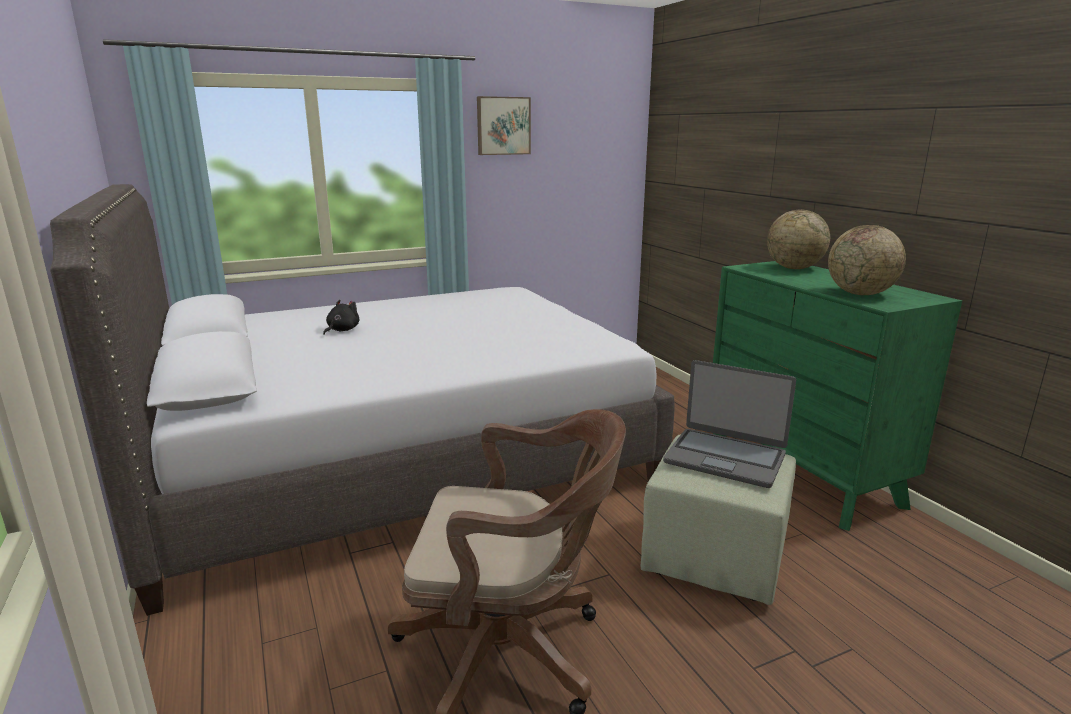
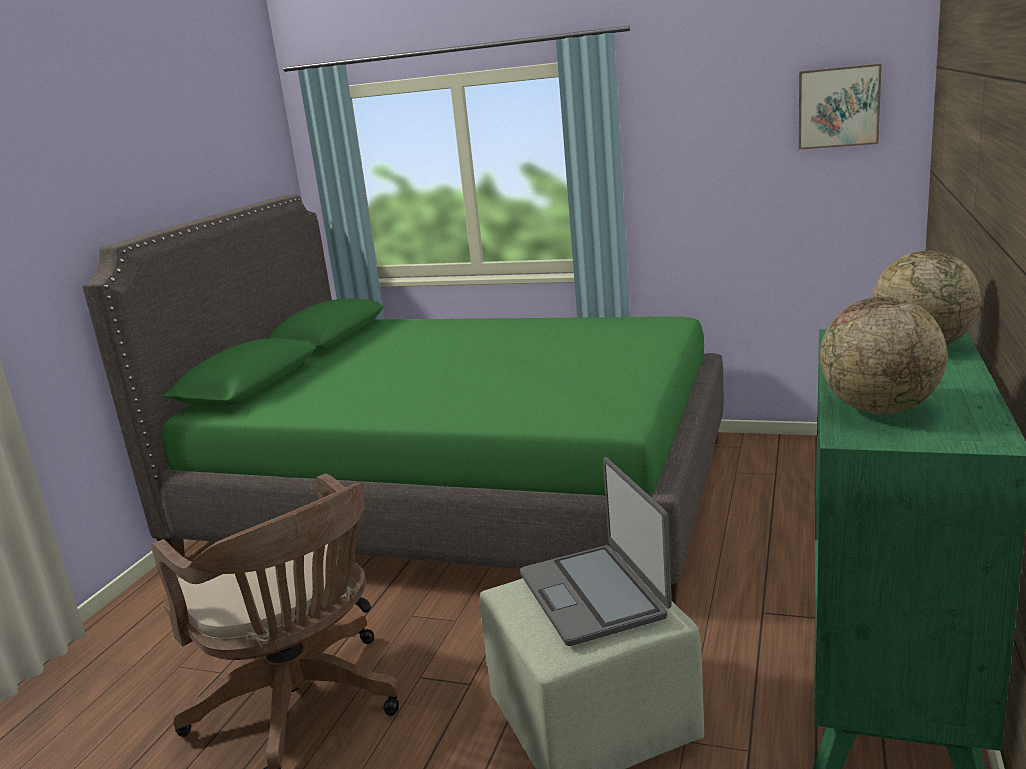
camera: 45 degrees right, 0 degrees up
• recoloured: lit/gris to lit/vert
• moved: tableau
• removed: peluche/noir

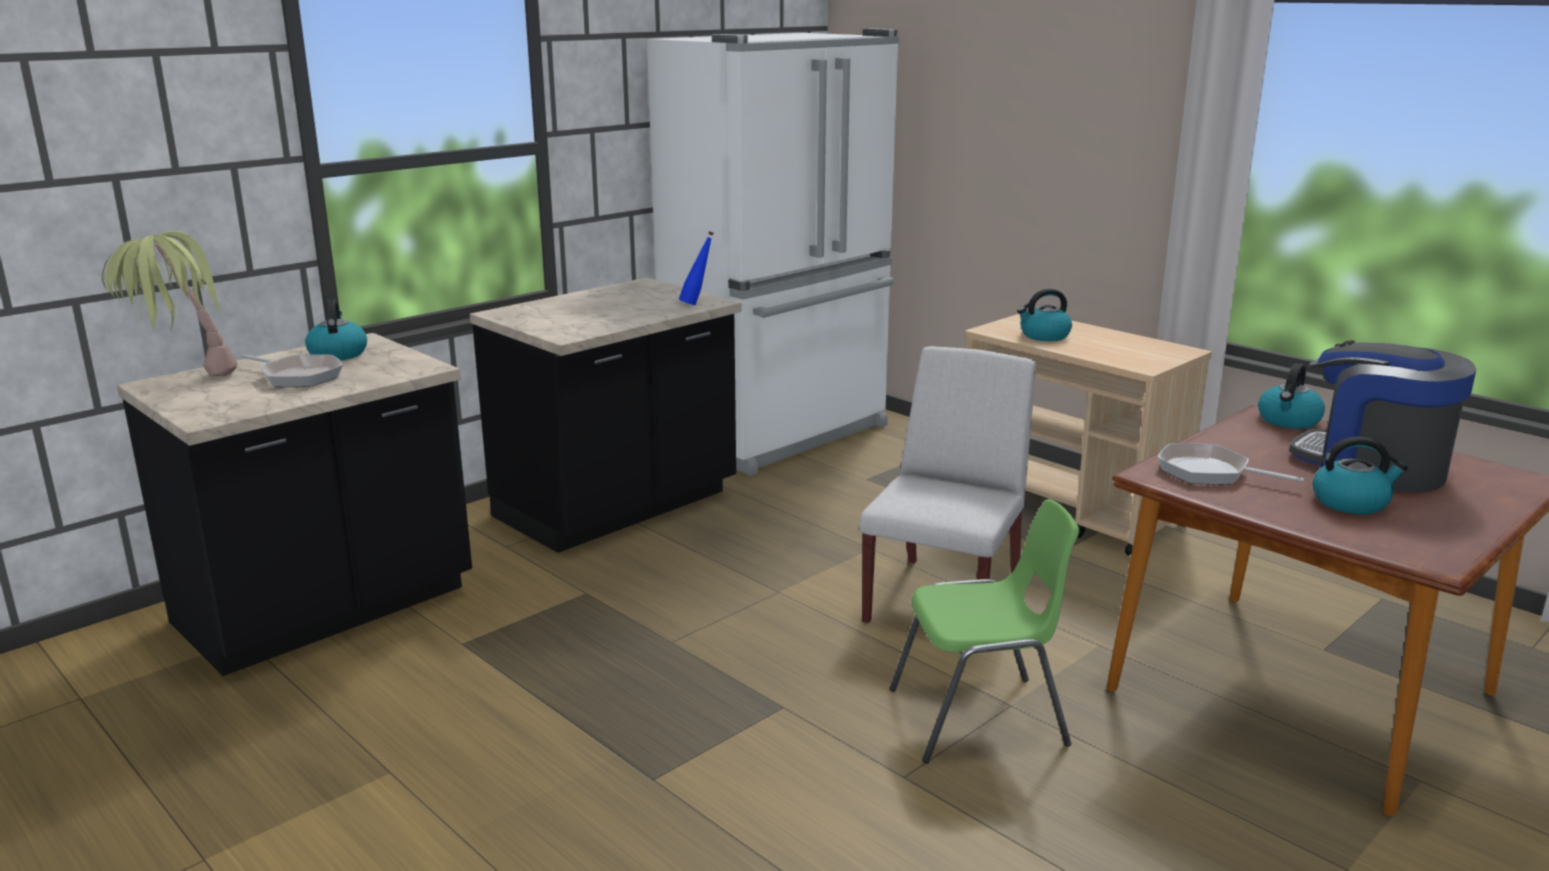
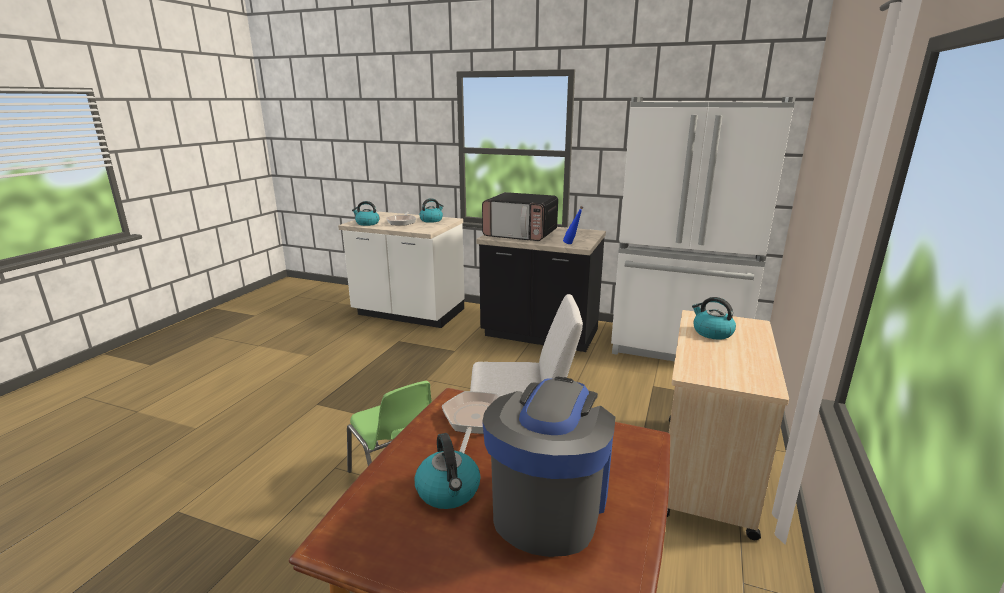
camera: 65 degrees right, 0 degrees up
• recoloured: comptoir de cuisine/noir (1st from left) to comptoir de cuisine/blanc
• moved: bouilloire (3rd from left in the first image) to bouilloire (1st from left)
• added: micro-ondes
• removed: plante en pot

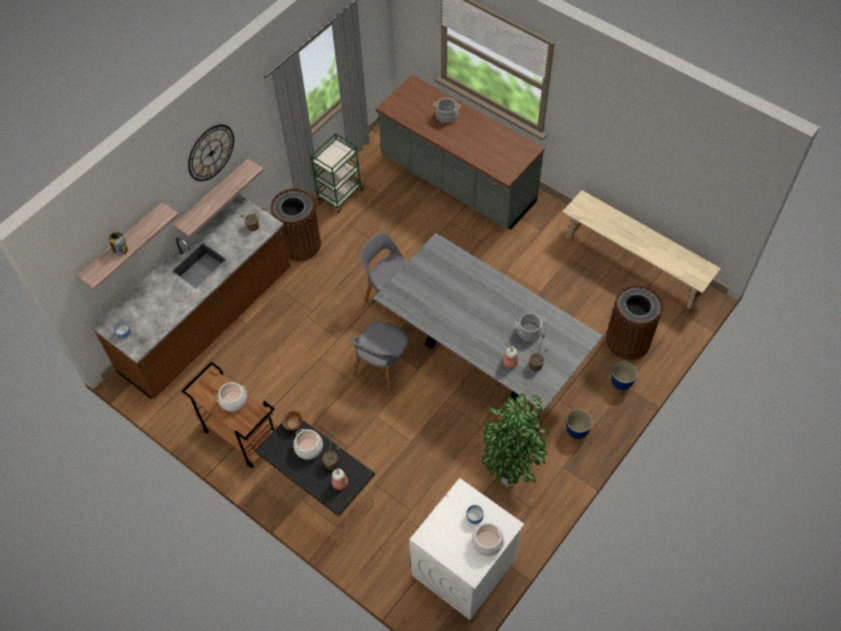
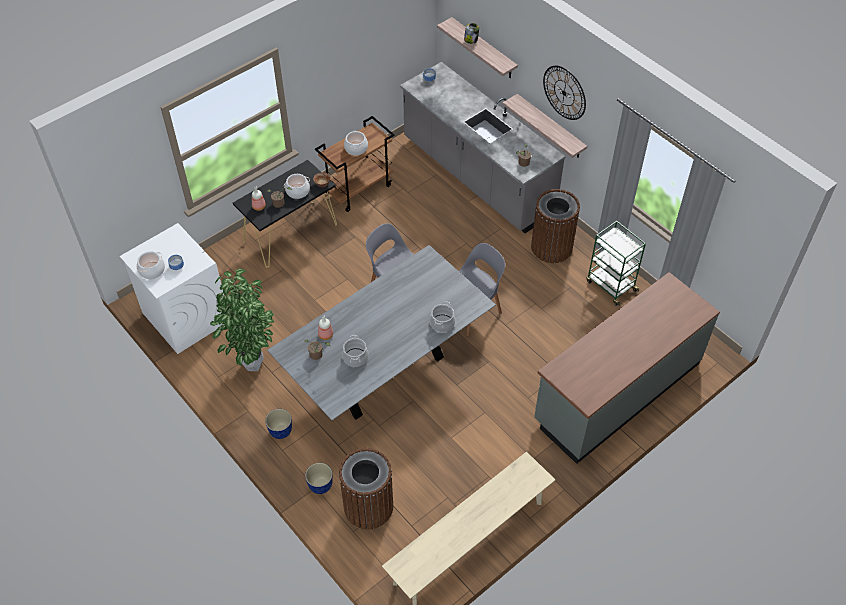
camera: 100 degrees right, 5 degrees down
• recoloured: comptoir de cuisine/marron to comptoir de cuisine/gris (1st from left)
• moved: marmite (3rd from left in the first image) to marmite (5th from left)

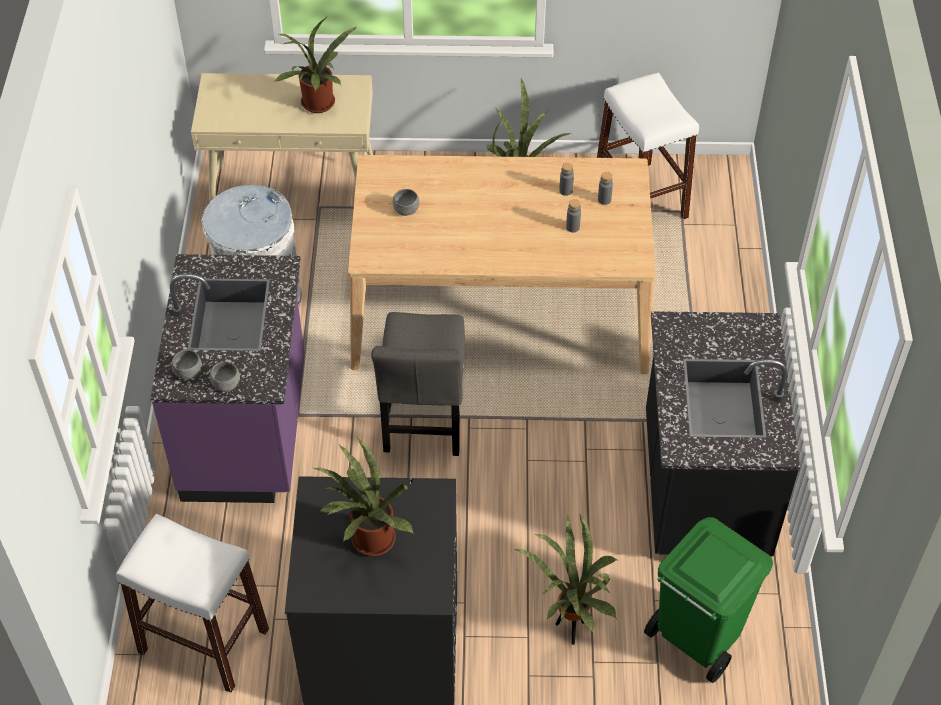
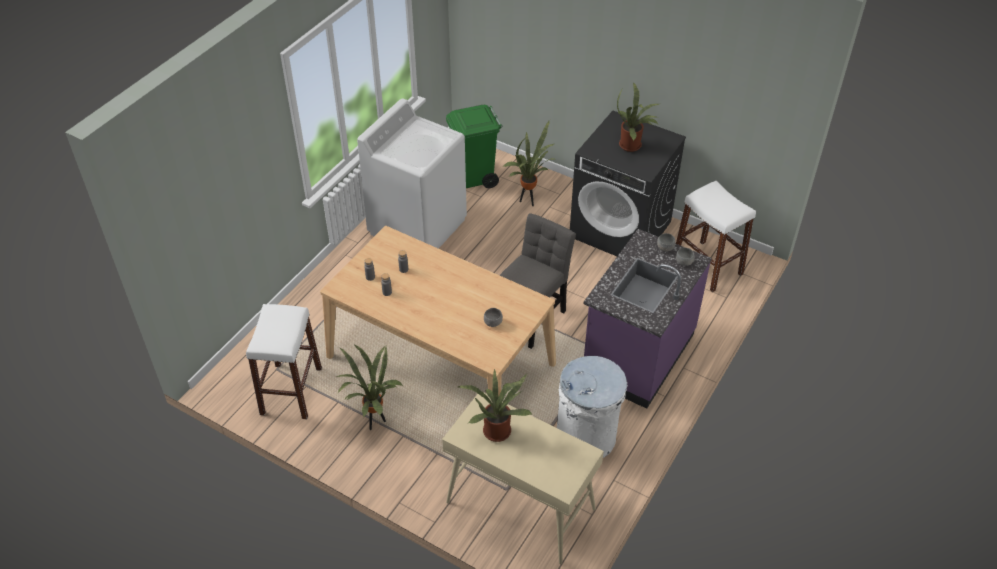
camera: 150 degrees left, 5 degrees down
• replaced: comptoir de cuisine/noir to lave-linge/blanc

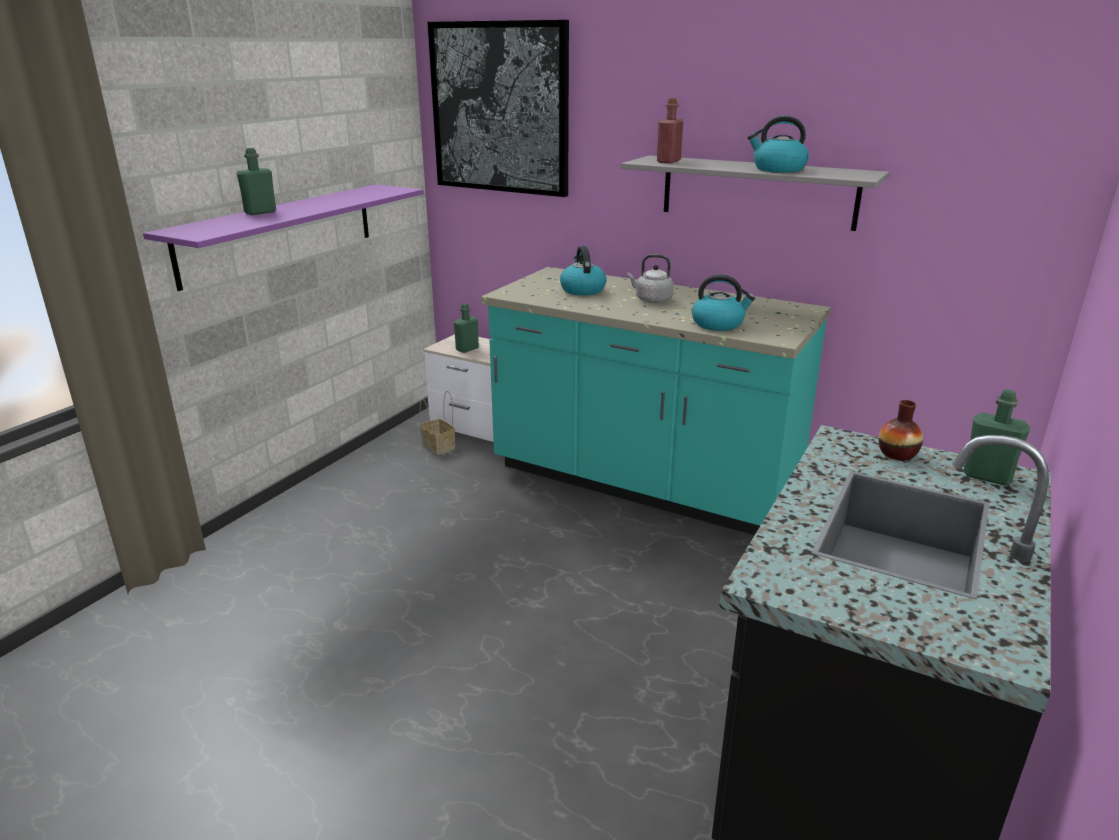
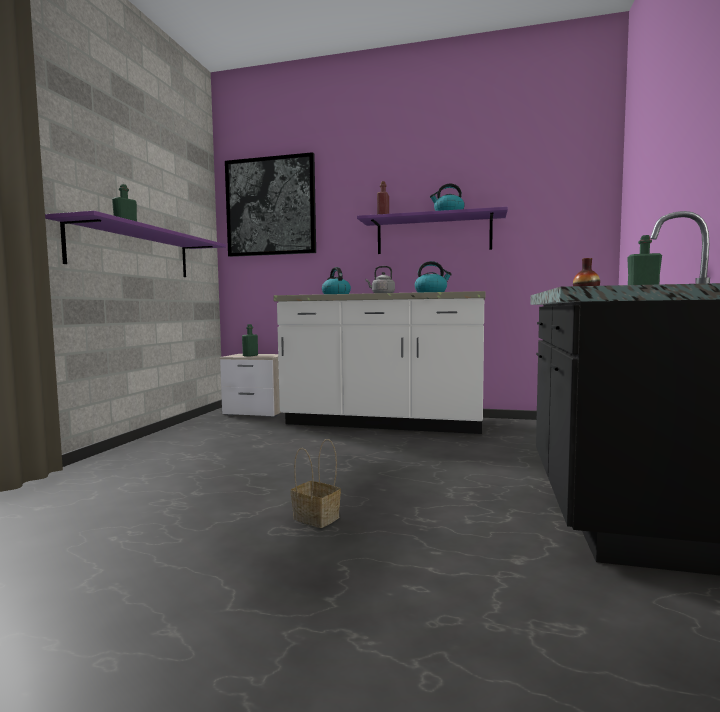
camera: 15 degrees left, 20 degrees down
• recoloured: comptoir de cuisine/turquoise to comptoir de cuisine/blanc
• moved: panier
• recoloured: étagère/gris to étagère/violet (2nd from left)

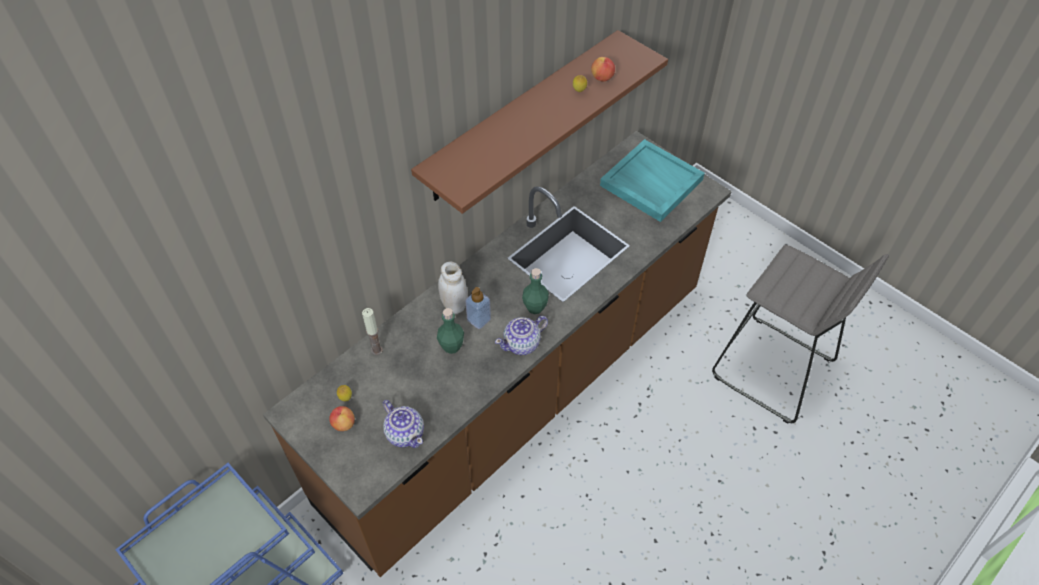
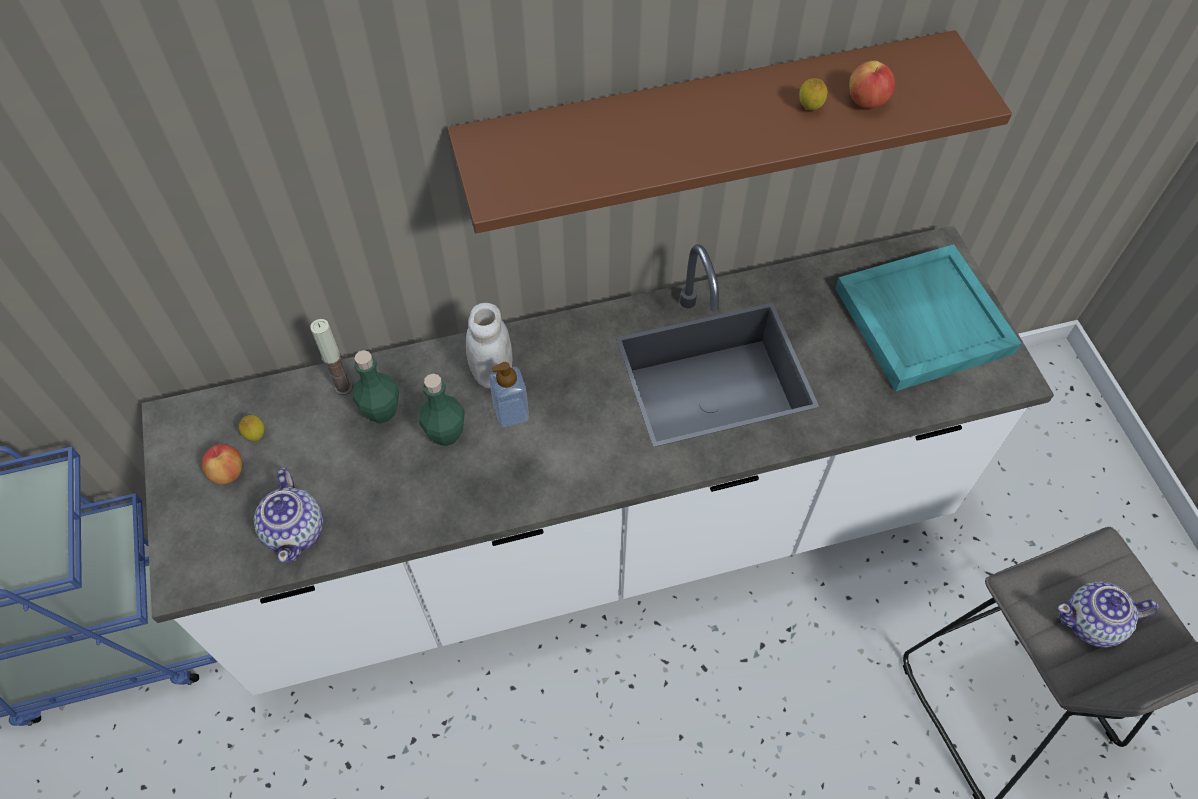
camera: 30 degrees right, 5 degrees up
• recoloured: comptoir de cuisine/marron to comptoir de cuisine/blanc
• moved: bouteille/vert (2nd from left in the first image) to bouteille/vert (1st from left)
• moved: théière (2nd from left)

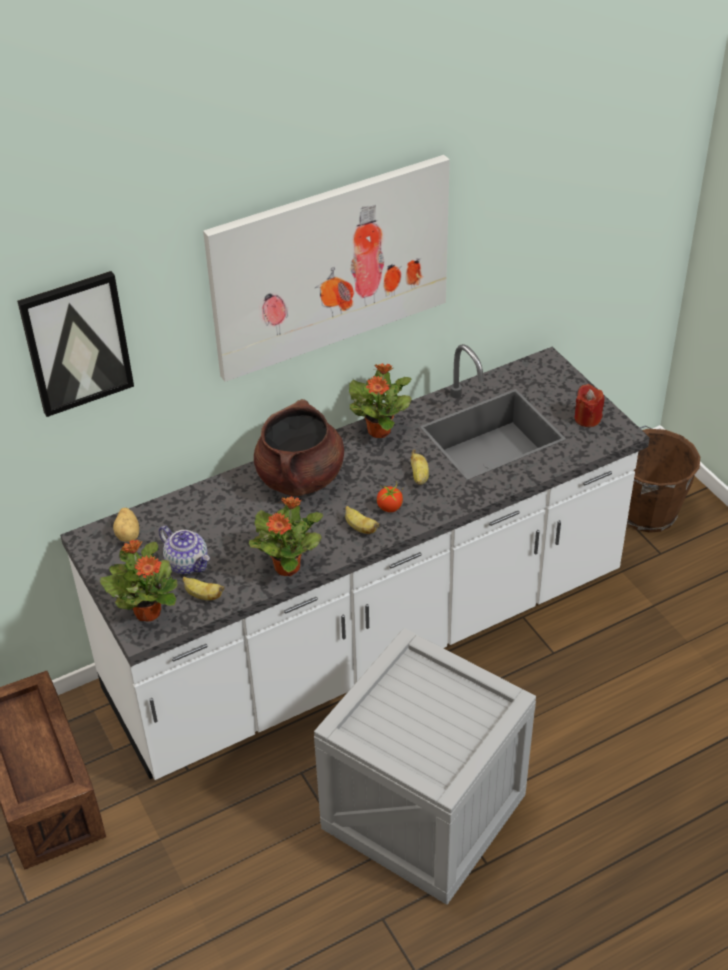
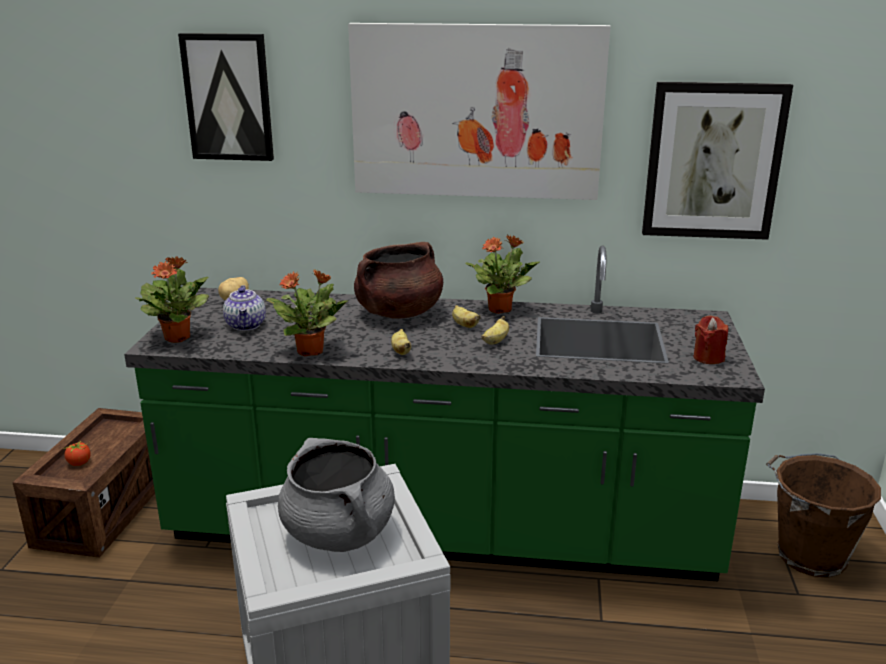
camera: 35 degrees right, 20 degrees down
• moved: tomate
• recoloured: comptoir de cuisine/blanc to comptoir de cuisine/vert
• added: marmite/gris
• moved: banane (1st from left in the first image) to banane (2nd from left)
• added: tableau (3rd from left)

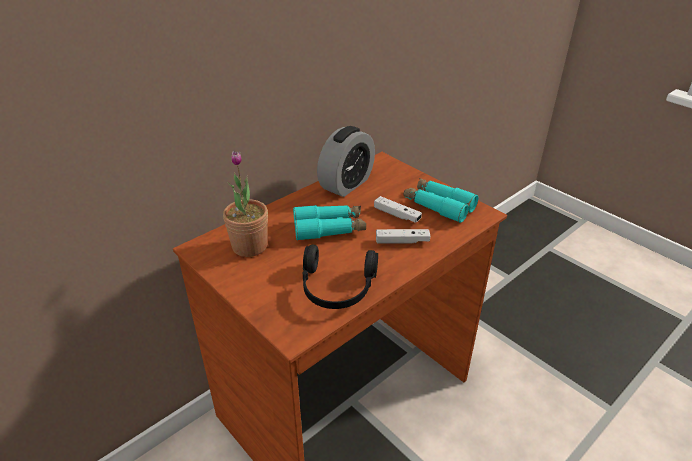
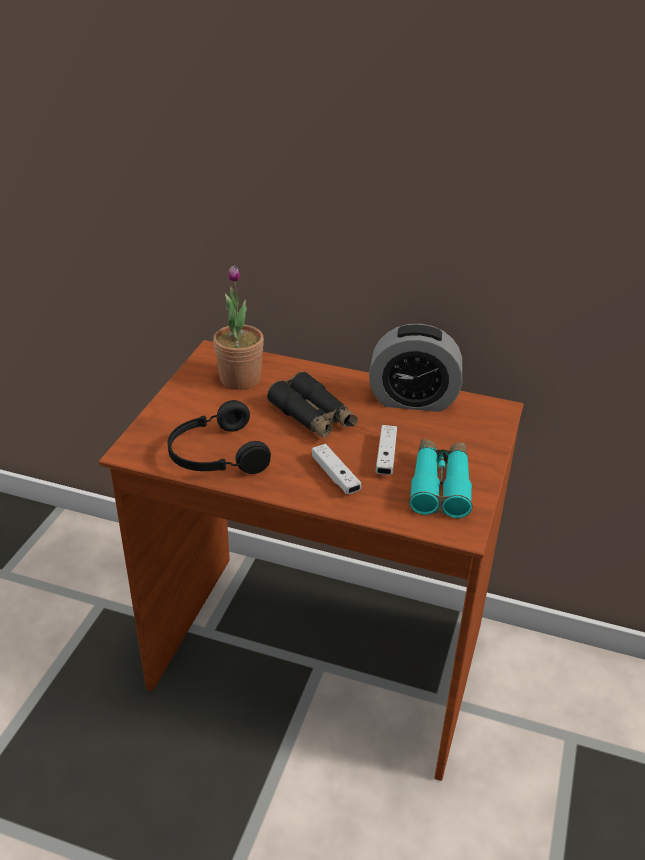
camera: 60 degrees right, 0 degrees up
• recoloured: jumelles/turquoise (1st from left) to jumelles/noir

